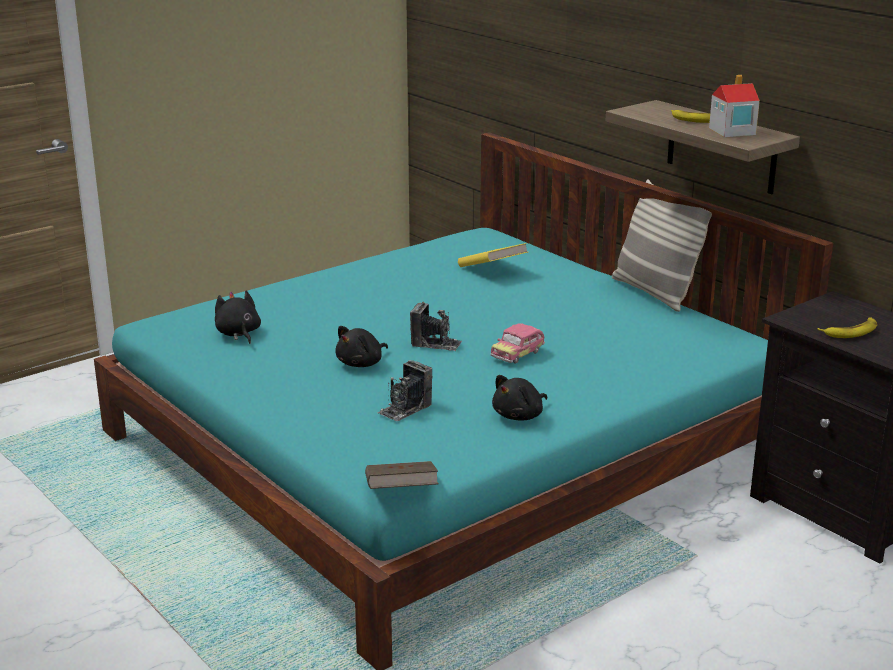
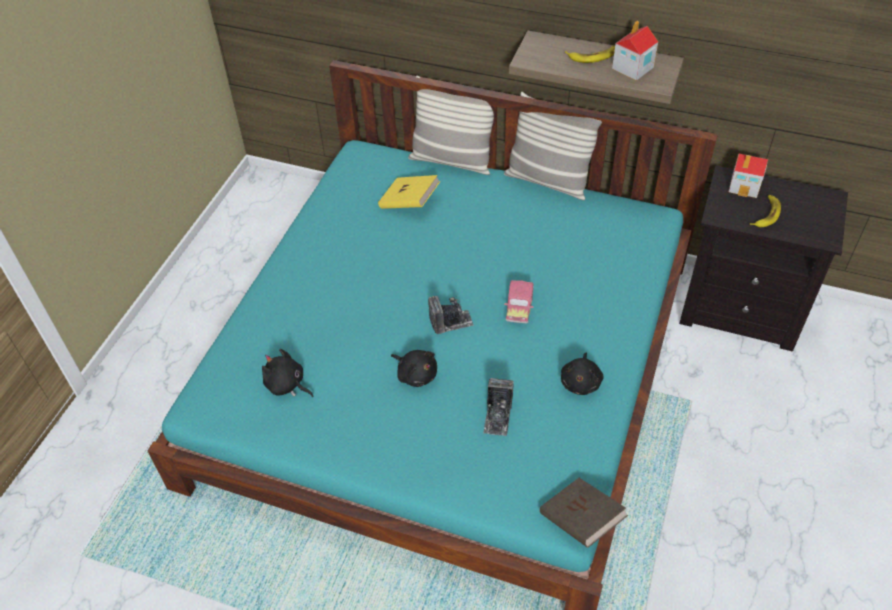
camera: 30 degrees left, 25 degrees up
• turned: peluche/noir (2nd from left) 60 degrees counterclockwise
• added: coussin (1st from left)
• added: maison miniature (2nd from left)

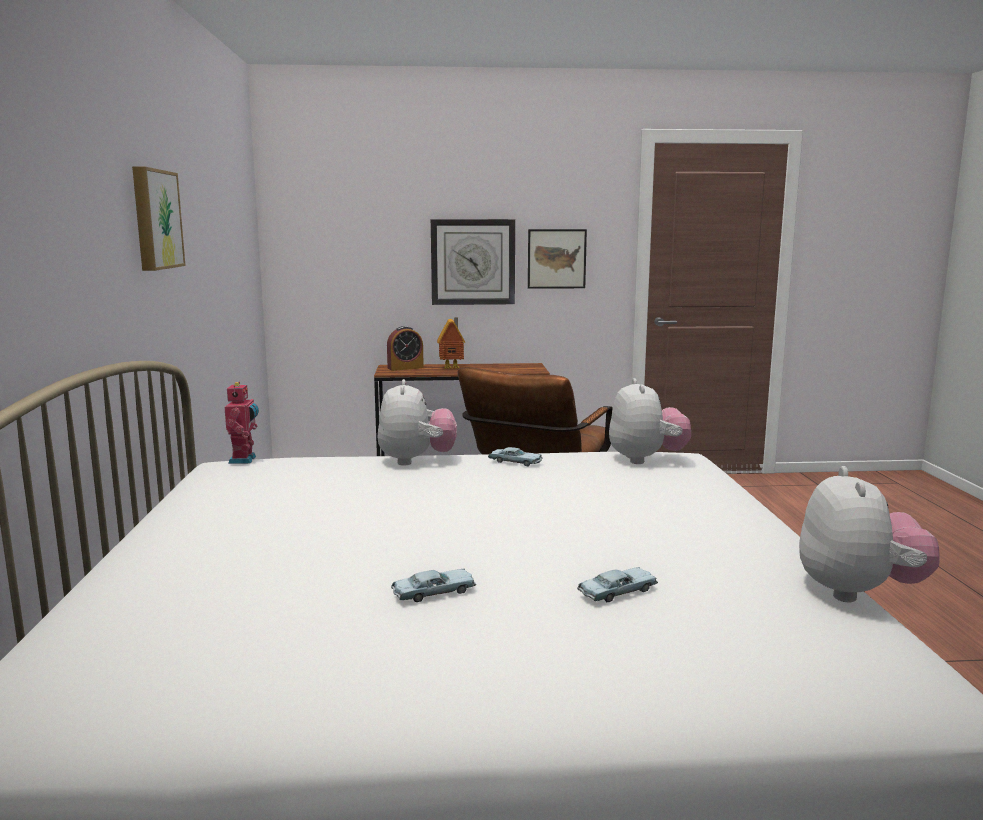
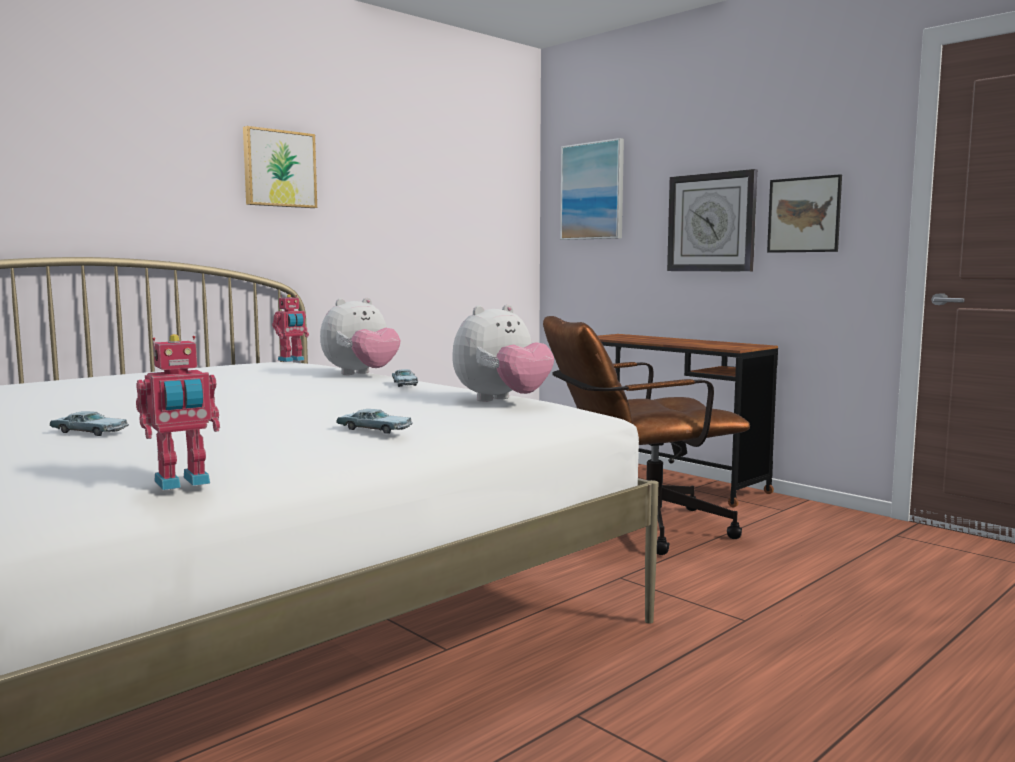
camera: 50 degrees right, 5 degrees down
• replaced: peluche (3rd from left) to robot jouet (1st from left)
• moved: petite voiture/bleu (1st from left in the first image) to petite voiture/bleu (2nd from left)
• added: tableau (2nd from left)
• removed: réveil
• removed: maison miniature

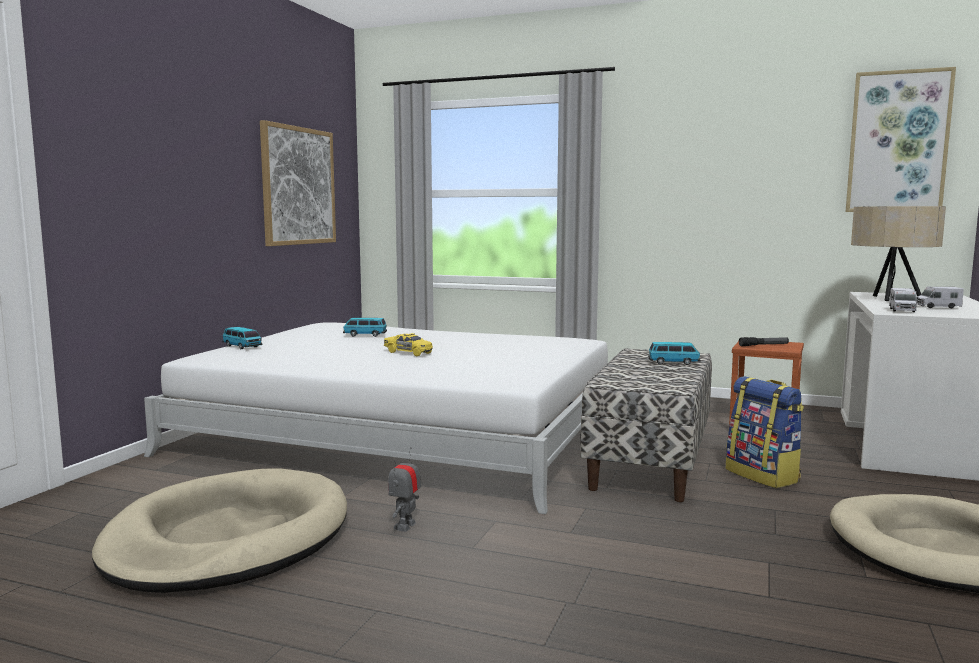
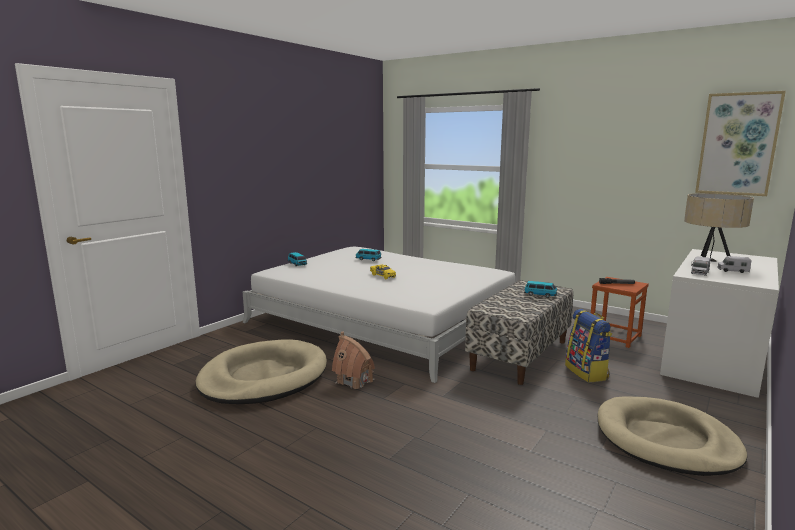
camera: 15 degrees right, 5 degrees up
• replaced: robot jouet to maison miniature
• removed: tableau (1st from left)

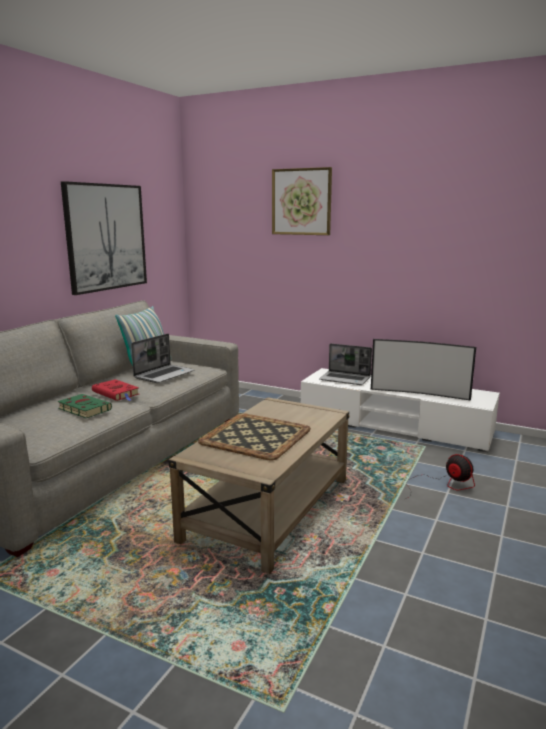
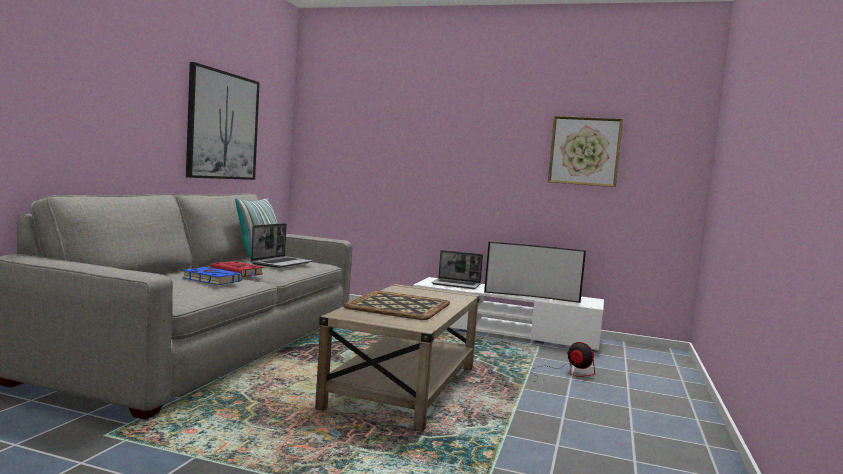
camera: 10 degrees left, 10 degrees down
• recoloured: livre/vert to livre/bleu
• moved: tableau (2nd from left)

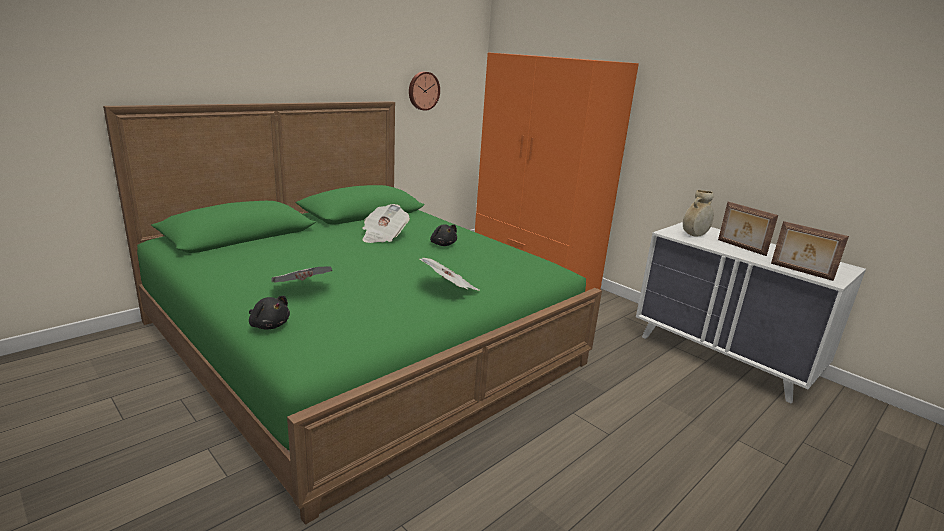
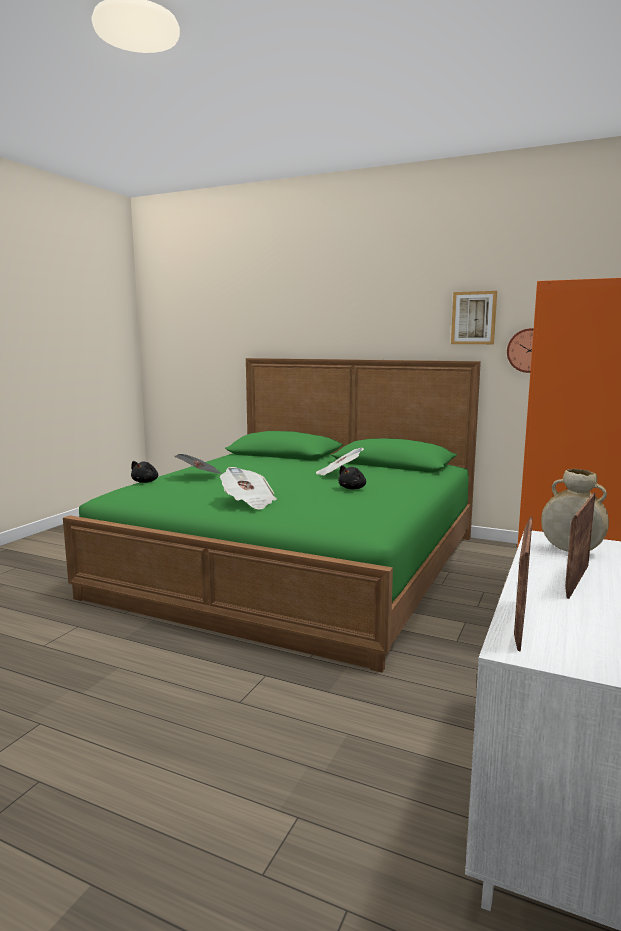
camera: 70 degrees right, 10 degrees down
• added: tableau

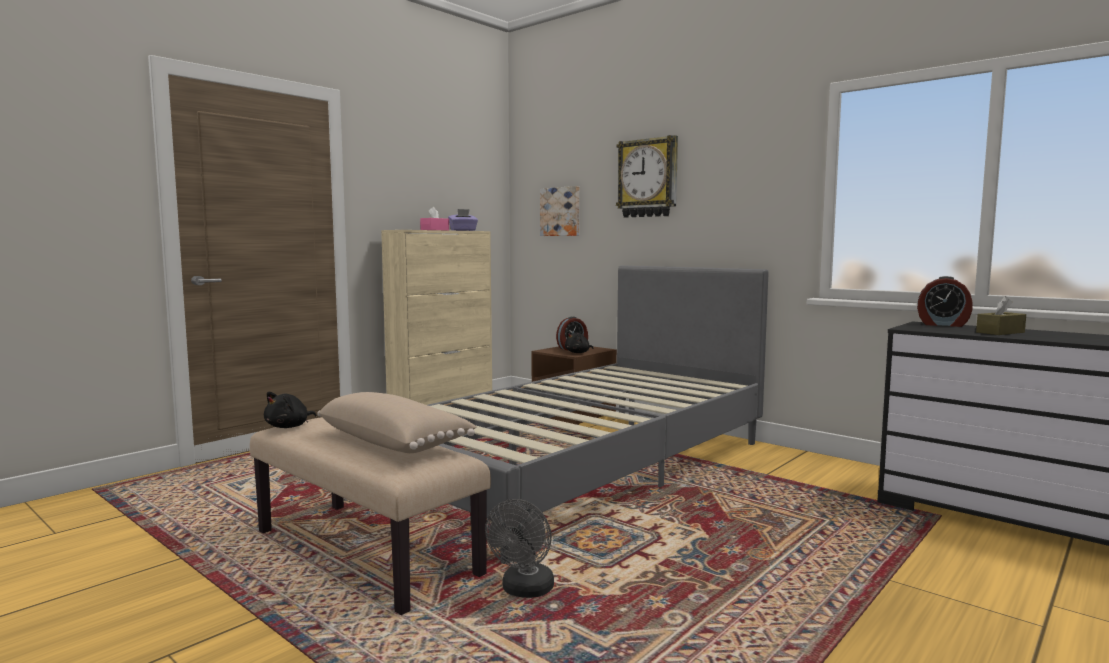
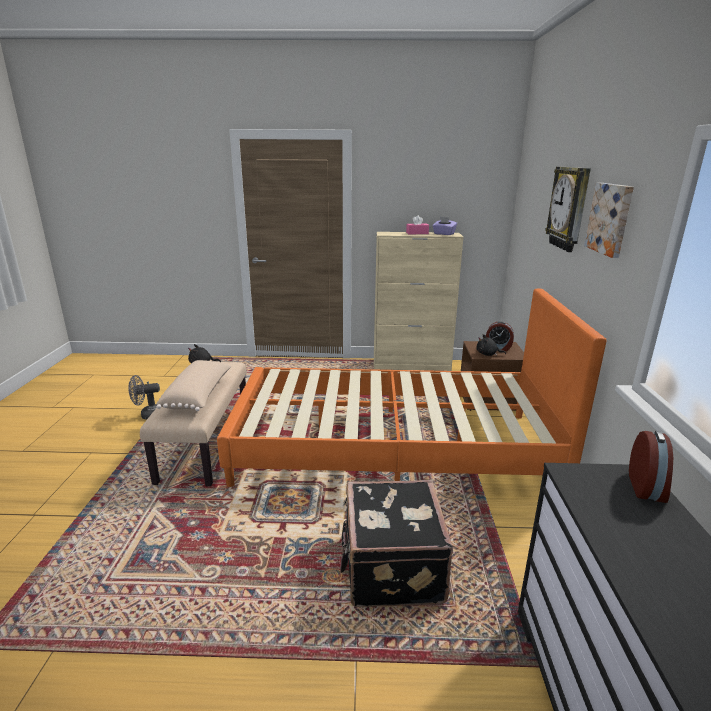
camera: 50 degrees right, 15 degrees up
• moved: ventilateur/gris
• recoloured: lit/gris to lit/orange
• added: valise/noir
• moved: tableau
• turned: réveil (2nd from left) 150 degrees counterclockwise
• removed: boîte à mouchoirs/marron

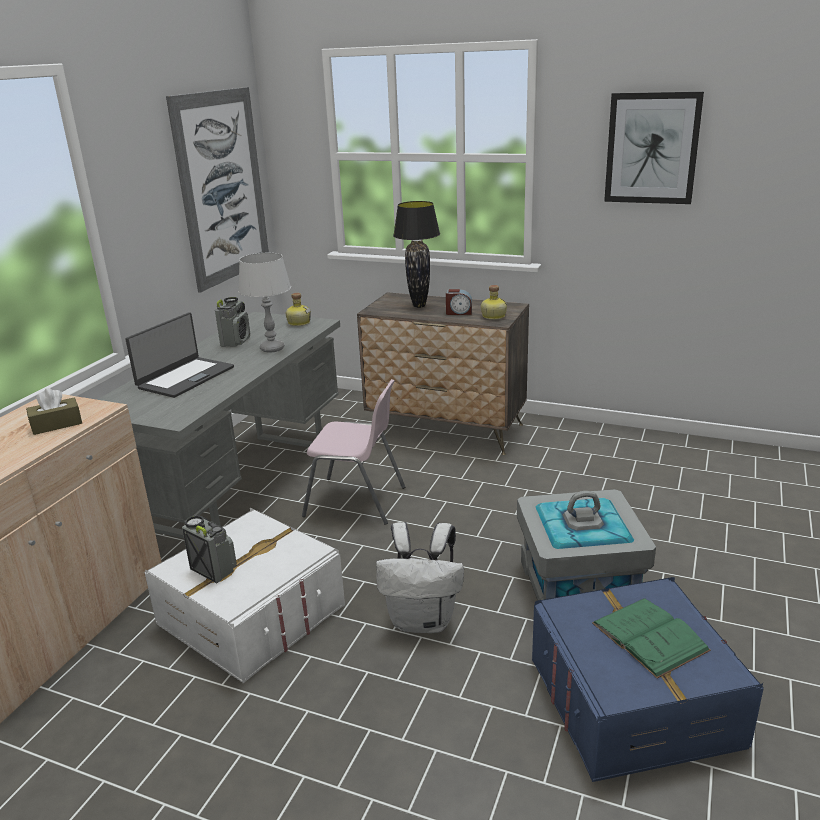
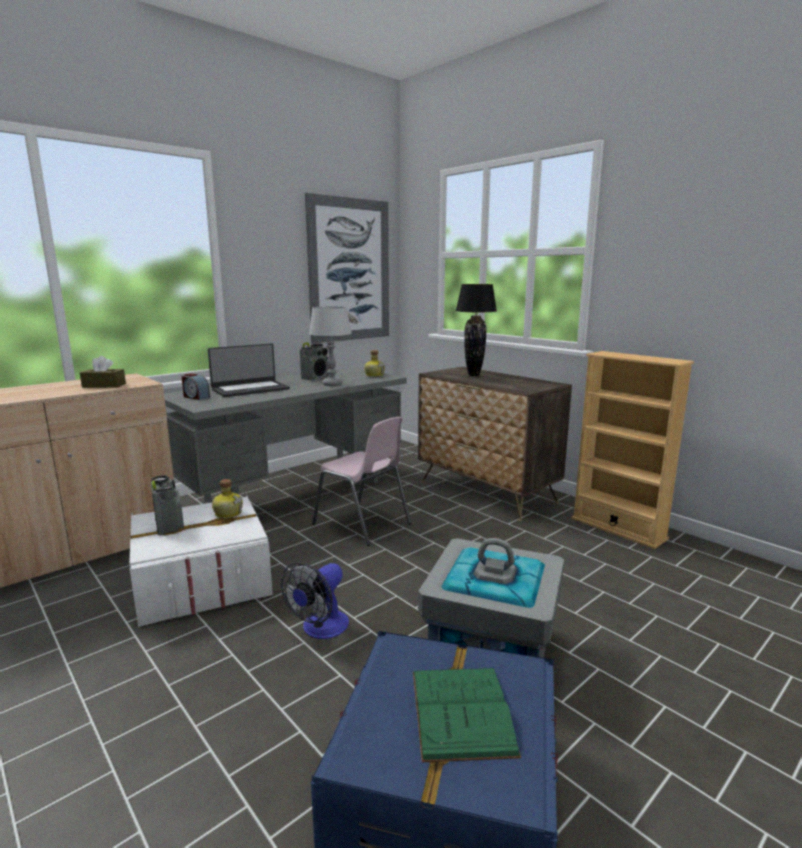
camera: 25 degrees right, 10 degrees down
• moved: réveil
• moved: bouteille (2nd from left in the first image) to bouteille (1st from left)
• replaced: sac à dos/blanc to ventilateur
• added: bibliothèque/beige
• removed: tableau (2nd from left)

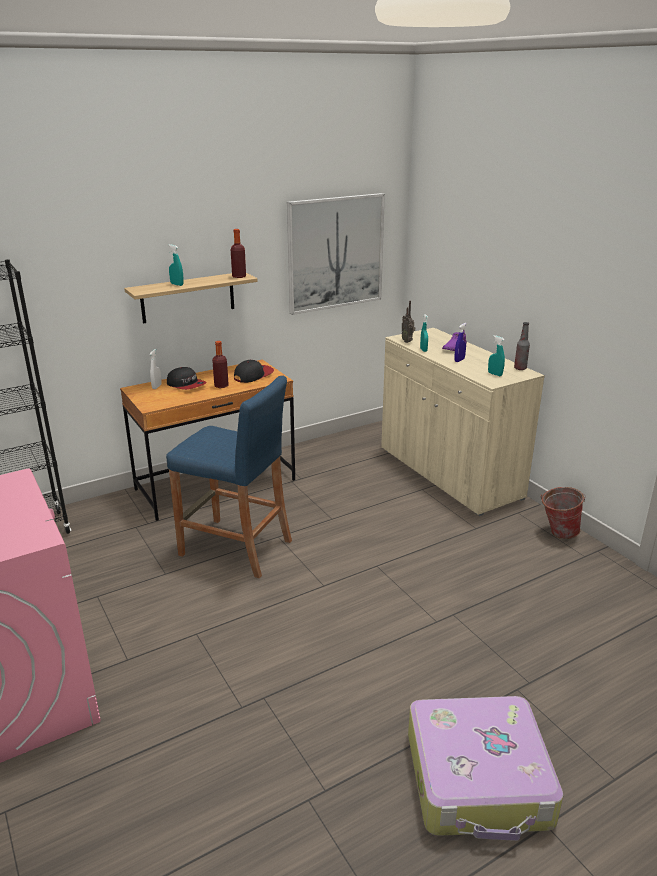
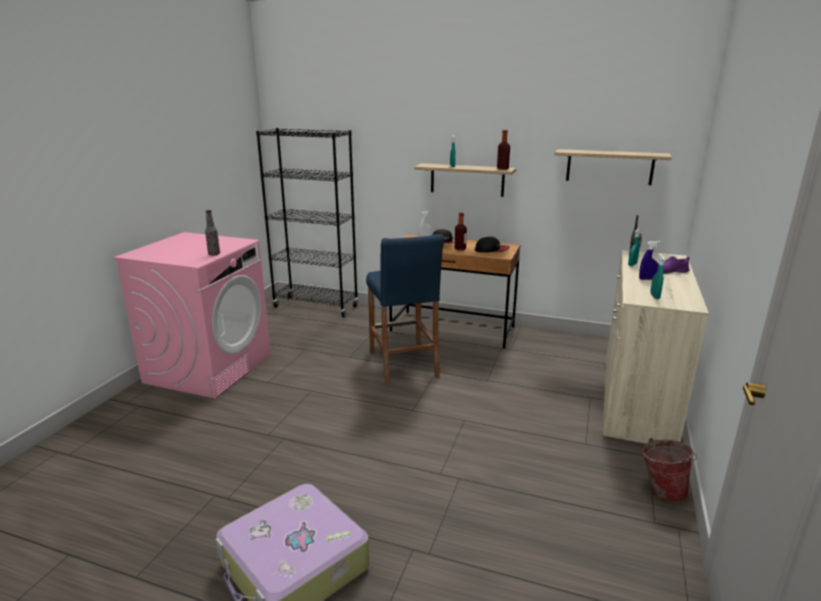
camera: 50 degrees right, 5 degrees down
• moved: bouteille (3rd from left in the first image) to bouteille (1st from left)
• replaced: tableau to étagère (2nd from left)

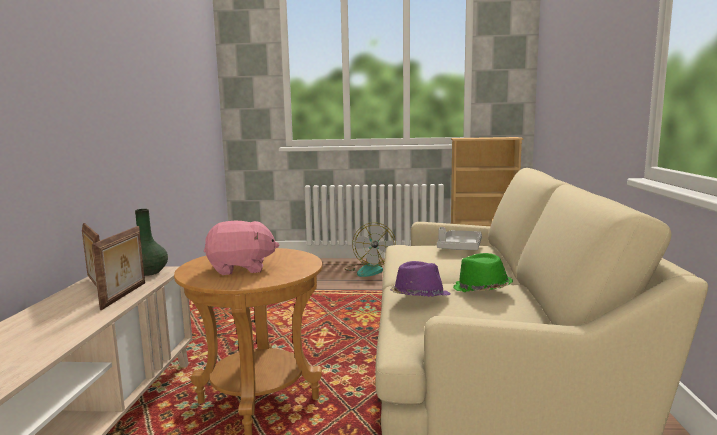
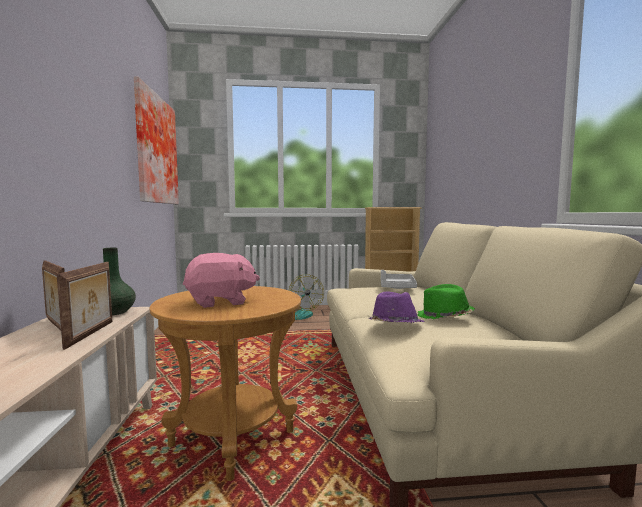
camera: 10 degrees left, 5 degrees down
• added: tableau

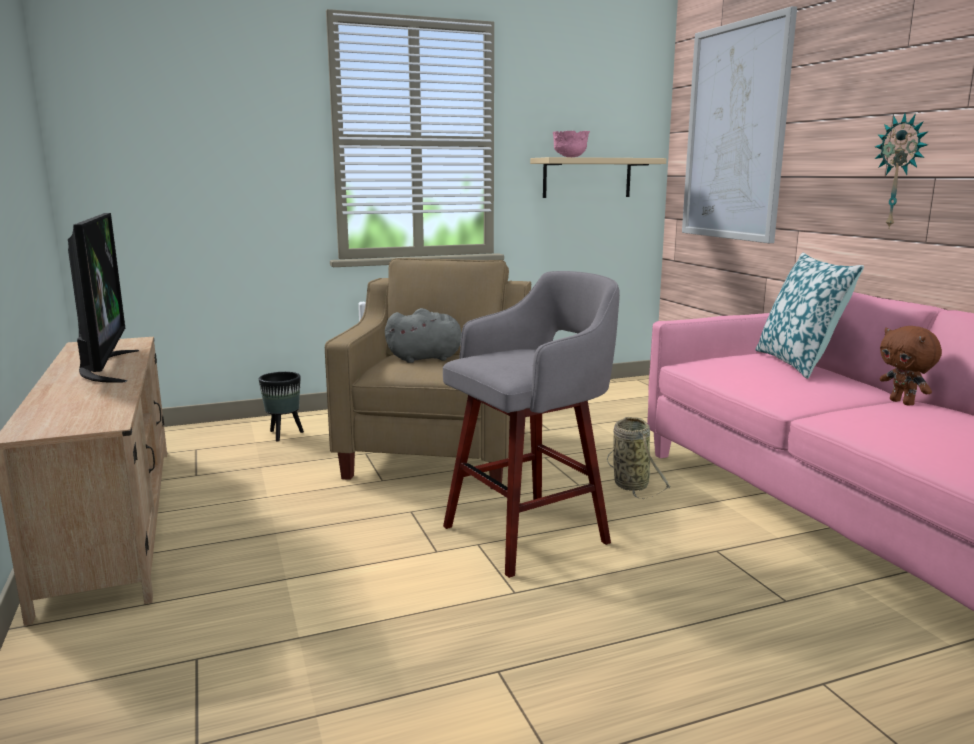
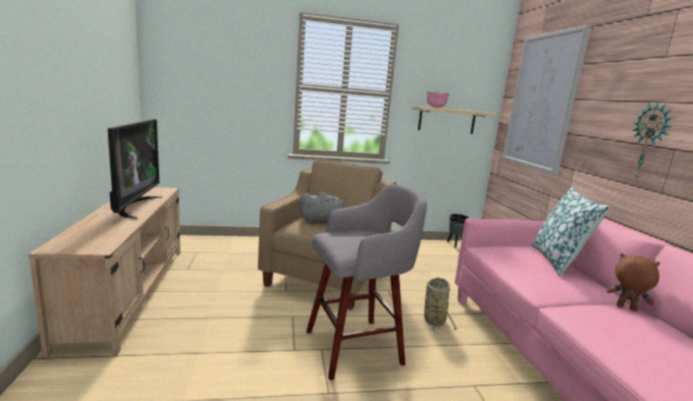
camera: 10 degrees right, 0 degrees up
• moved: cache-pot/noir
• turned: peluche/marron 135 degrees clockwise

